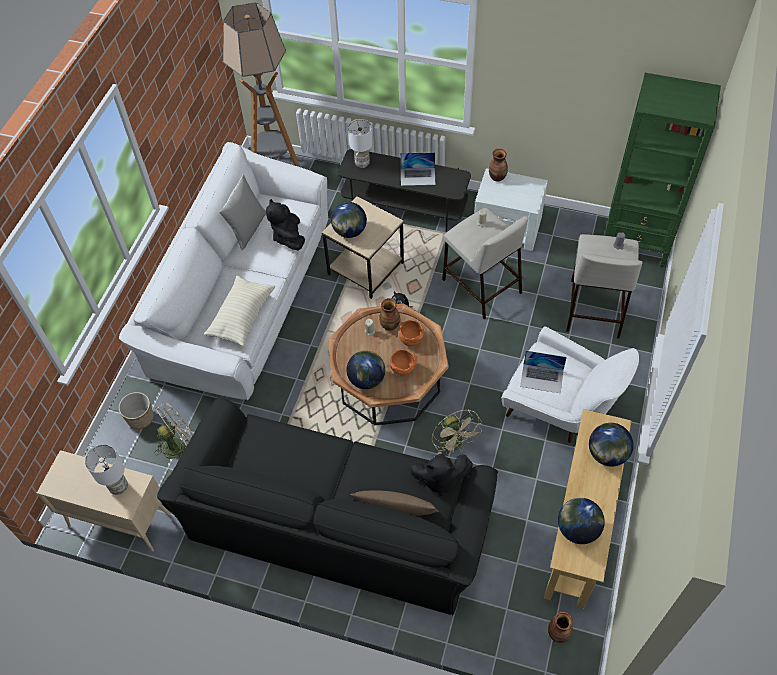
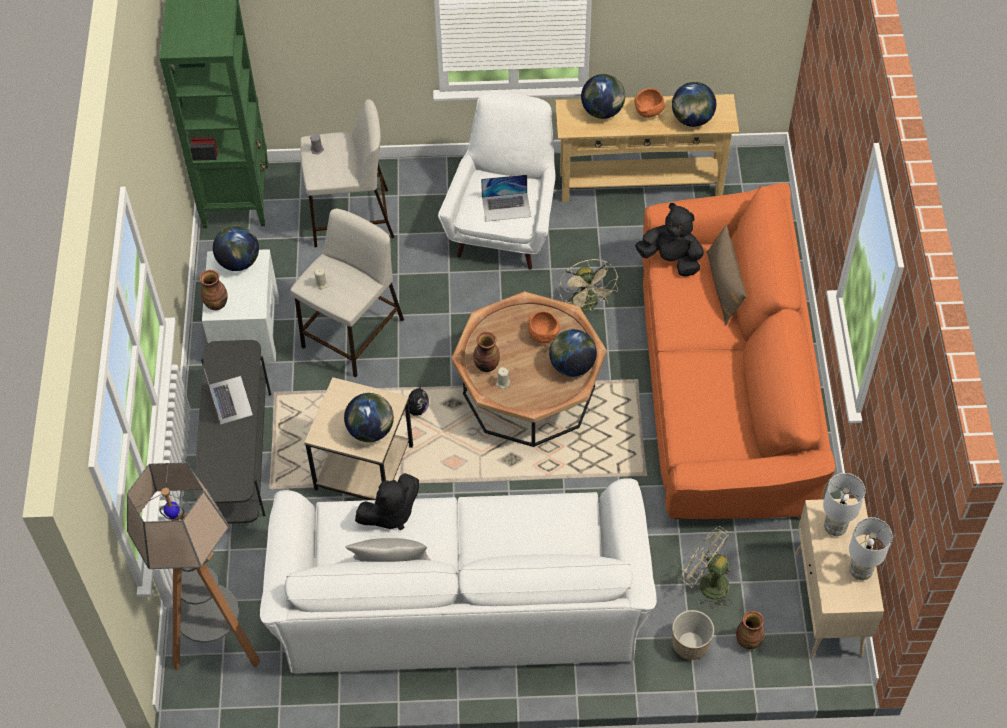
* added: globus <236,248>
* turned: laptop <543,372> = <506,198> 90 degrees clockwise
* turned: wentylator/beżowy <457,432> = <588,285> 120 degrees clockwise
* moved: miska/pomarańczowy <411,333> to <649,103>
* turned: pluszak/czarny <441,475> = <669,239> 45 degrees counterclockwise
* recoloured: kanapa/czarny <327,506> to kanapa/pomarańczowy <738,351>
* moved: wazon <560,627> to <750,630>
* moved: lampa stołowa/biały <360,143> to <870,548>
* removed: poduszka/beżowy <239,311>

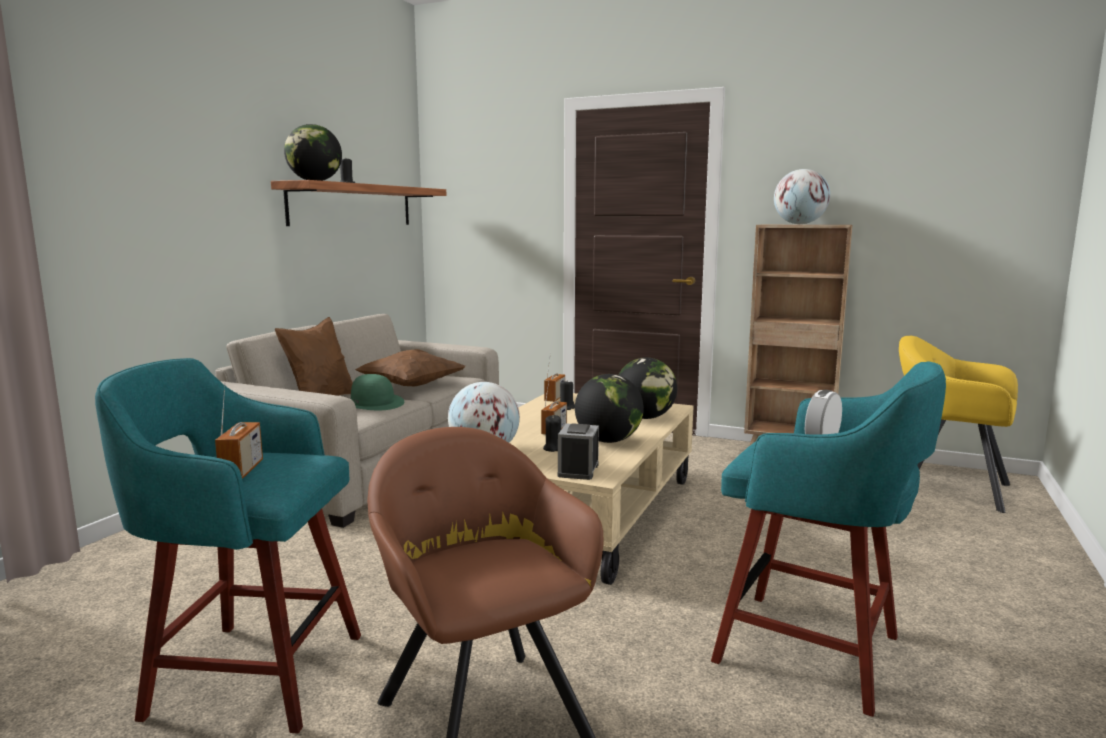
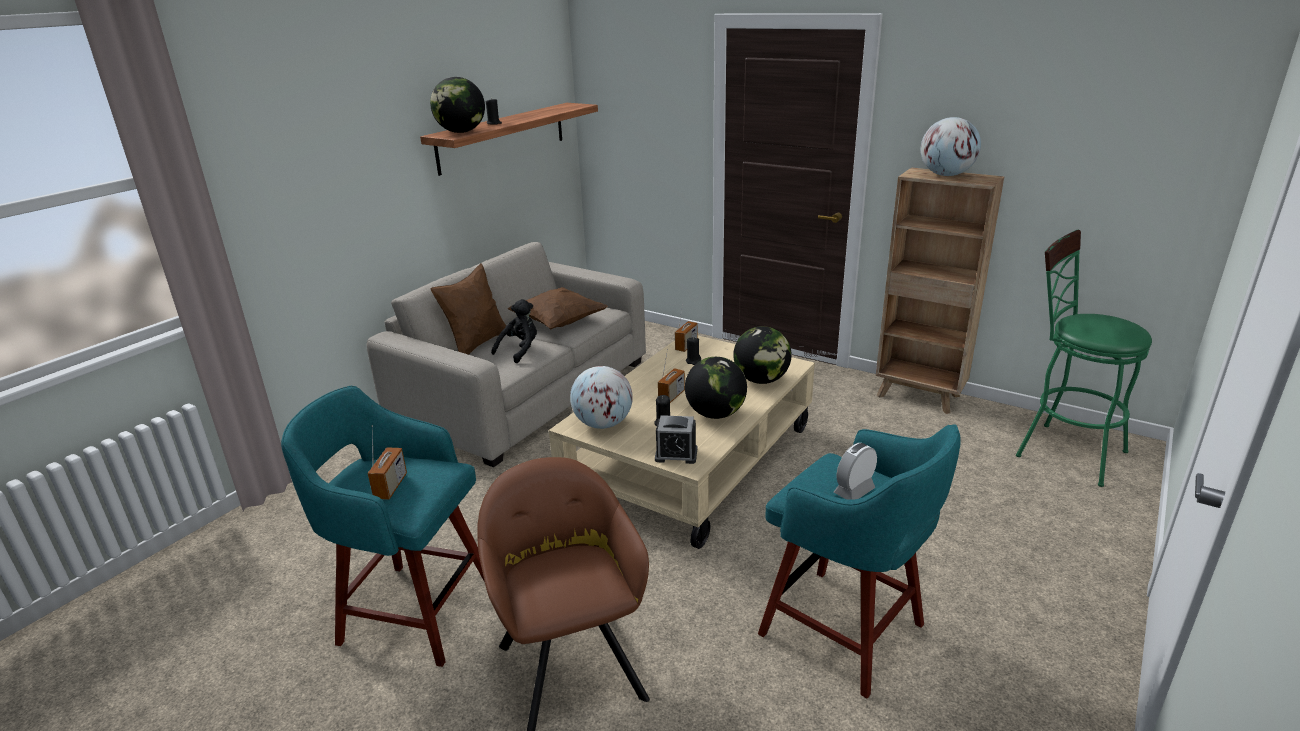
* replaced: kapelusz/zielony <377,392> to pluszak/czarny <514,331>
* turned: budzik <578,451> = <676,439> 105 degrees counterclockwise
* replaced: fotel/żółty <958,424> to stołek/zielony <1084,358>

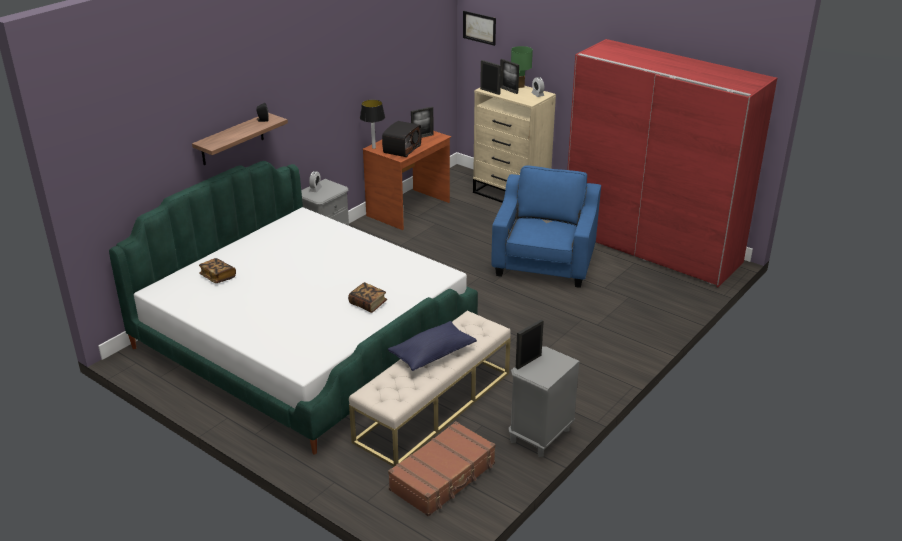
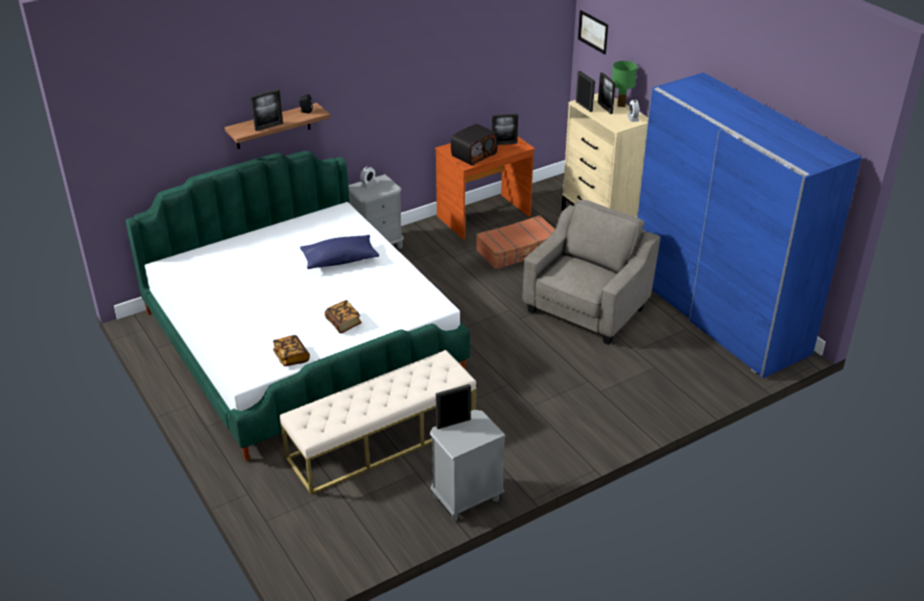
* added: ramka na zdjęcie <267,110>
* moved: książka <217,270> to <291,350>
* moved: poduszka/niebieski <432,346> to <339,252>
* moved: walizka/brązowy <441,469> to <515,242>
* recoloured: fotel/niebieski <546,227> to fotel/szary <592,272>
* recoloured: szafa/czerwony <672,163> to szafa/niebieski <749,225>
* removed: lampa stołowa <372,124>

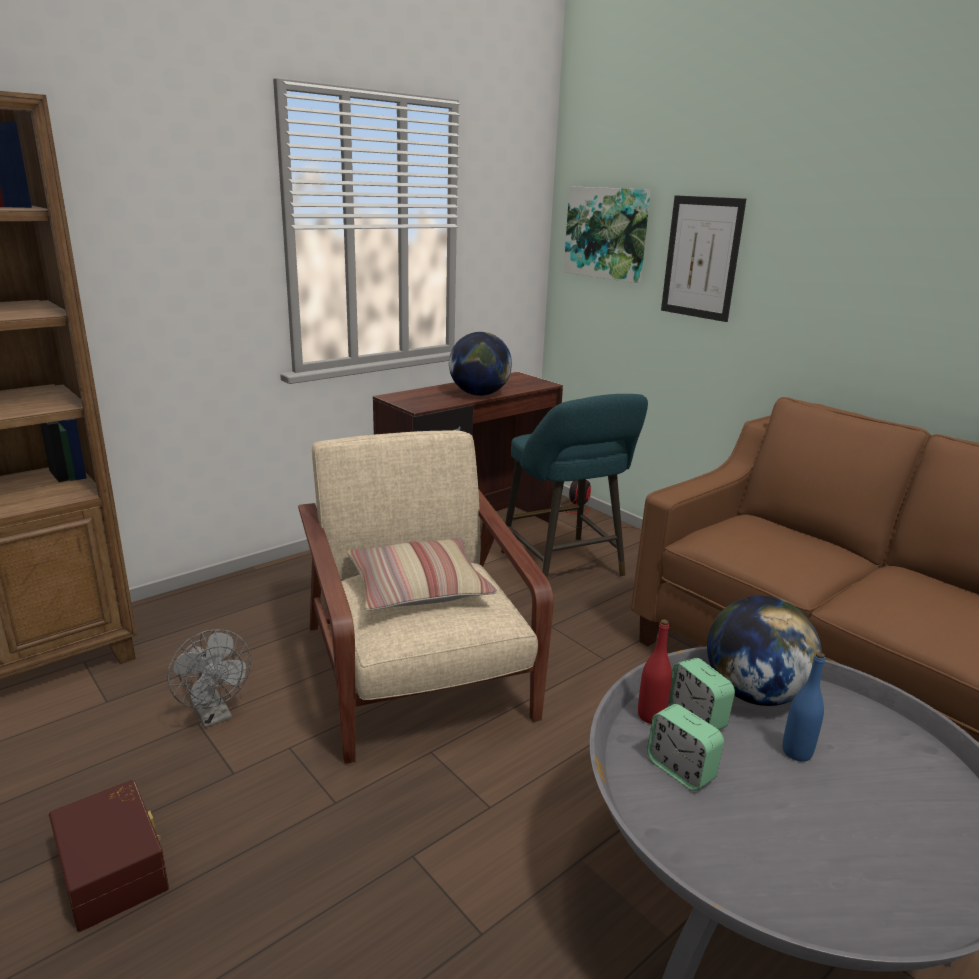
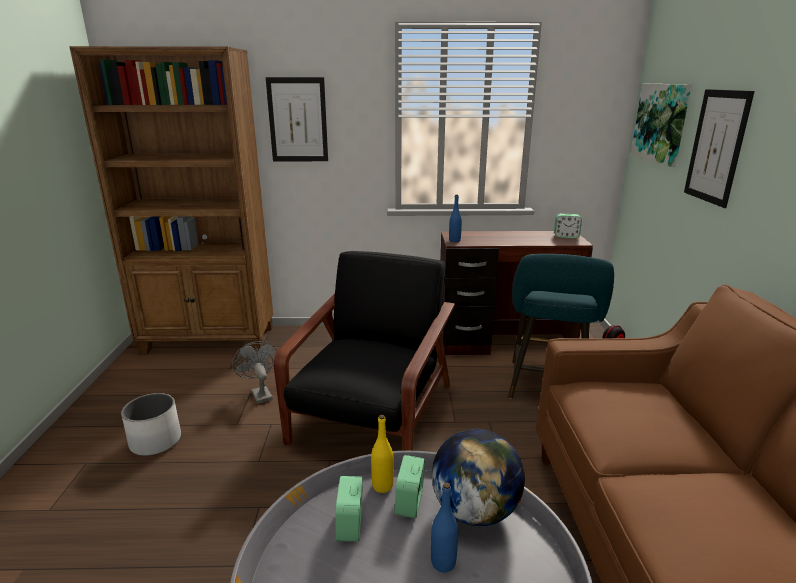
* replaced: pojemnik do przechowywania/brązowy <109,856> to donica/biały <151,424>
* turned: wentylator/szary <209,678> = <254,372> 150 degrees clockwise
* added: obraz <297,119>
* recoloured: fotel/beżowy <426,597> to fotel/czarny <364,351>
* recoloured: butelka/czerwony <655,671> to butelka/żółty <382,454>
* added: butelka/niebieski <455,218>
* added: budzik <568,226>
* removed: poduszka <422,574>
* removed: globus <480,364>

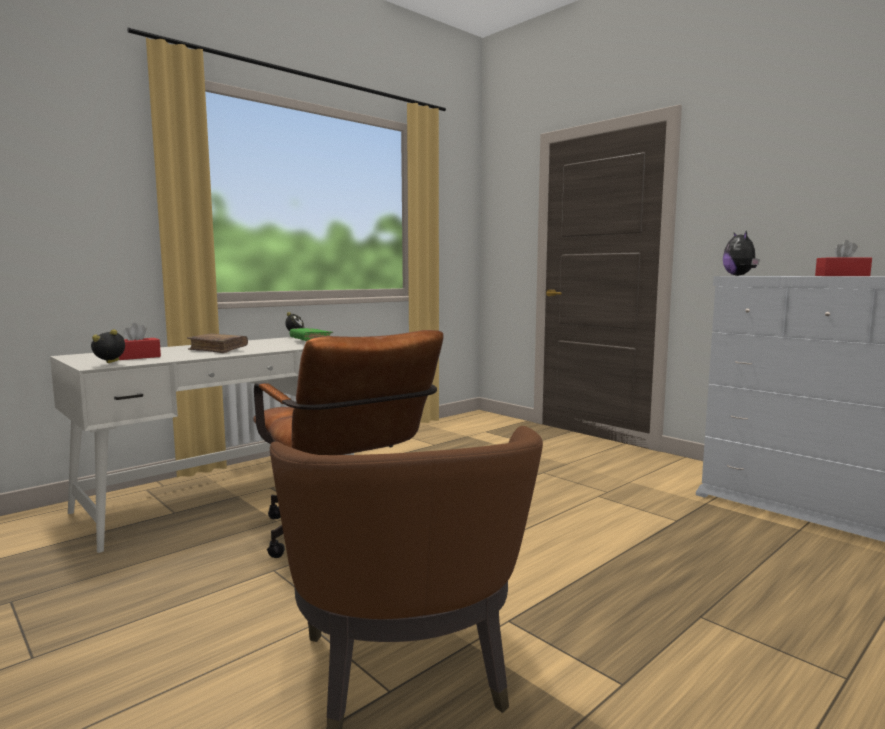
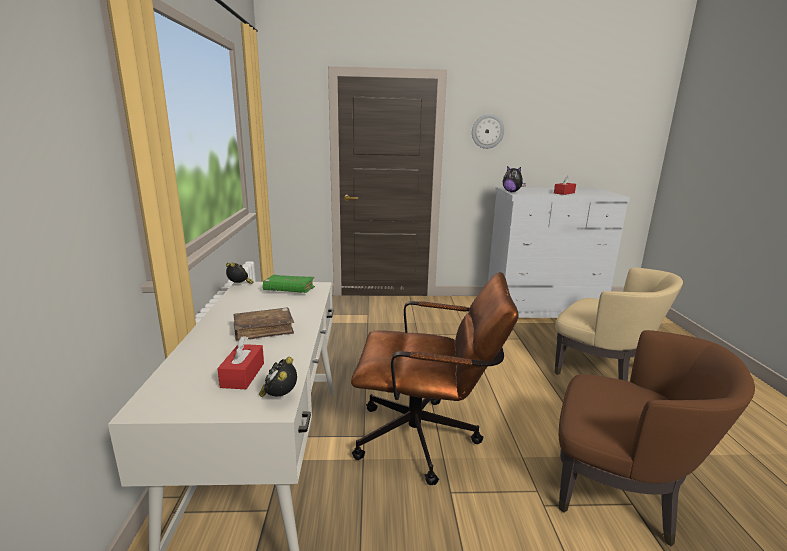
* added: zegar ścienny <488,131>
* added: fotel/beżowy <619,324>

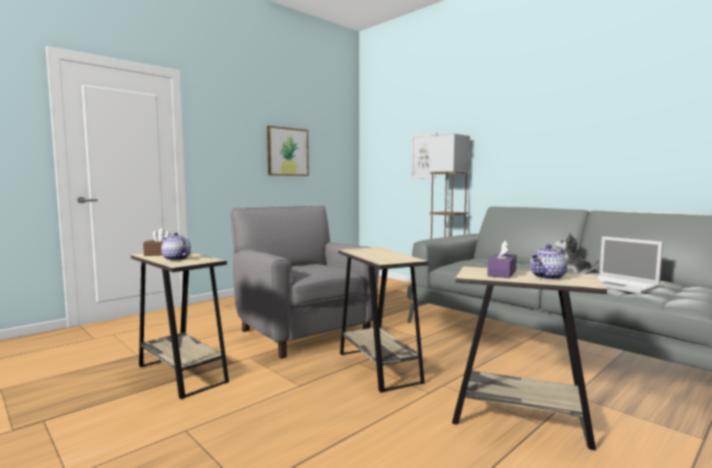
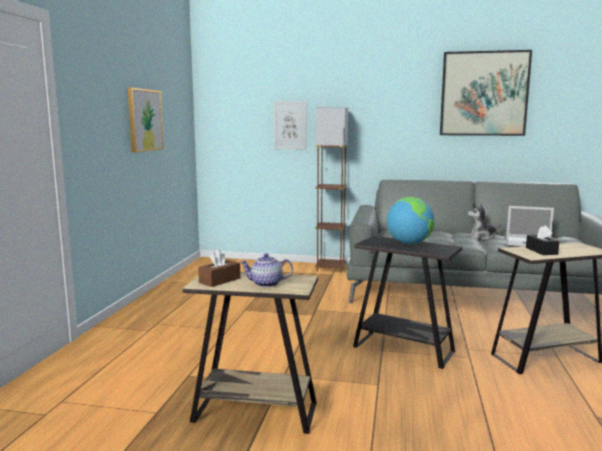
* recoloured: stolik/beżowy <383,320> to stolik/czarny <407,302>
* added: globus <411,221>
* added: obraz <486,93>
* recoloured: pudełko chusteczek/fioletowy <502,259> to pudełko chusteczek/czarny <542,240>
* removed: fotel/szary <304,282>
* removed: imbryk <548,262>

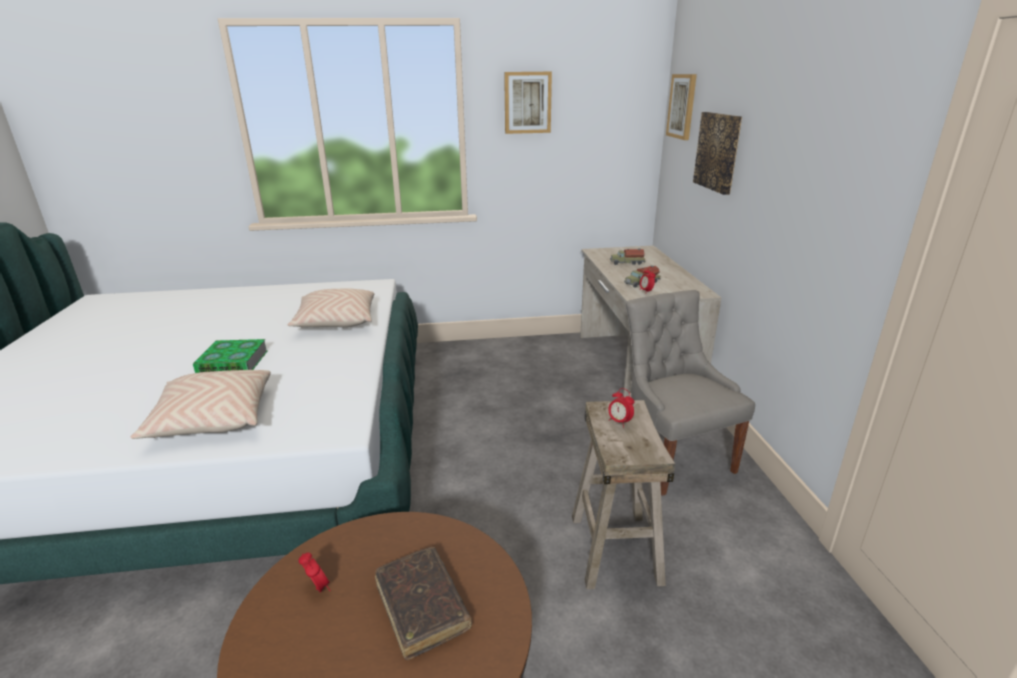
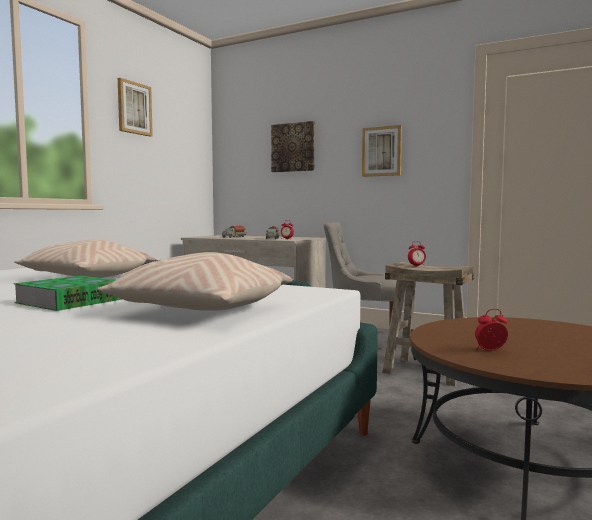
* moved: obraz <681,107> to <382,151>
* removed: książka/brązowy <423,603>

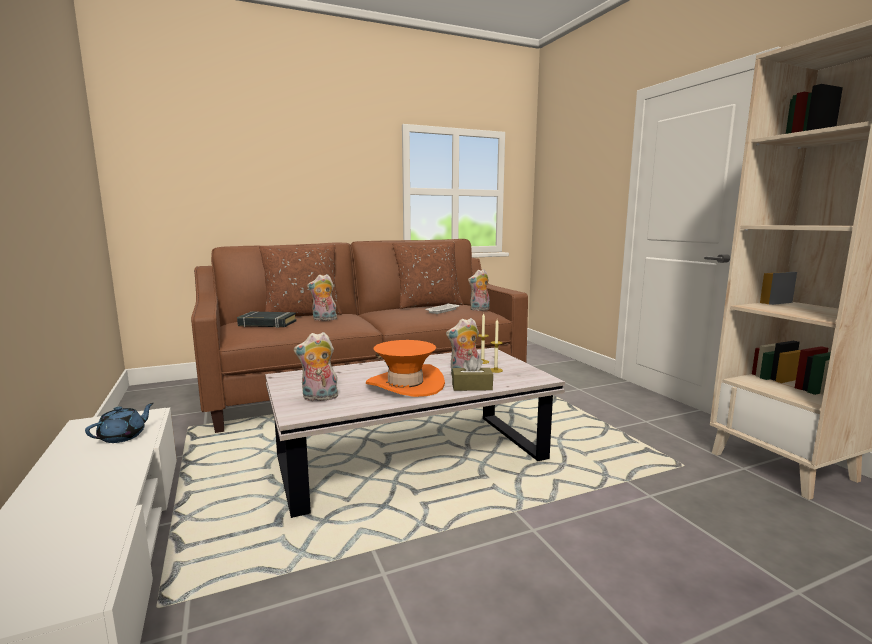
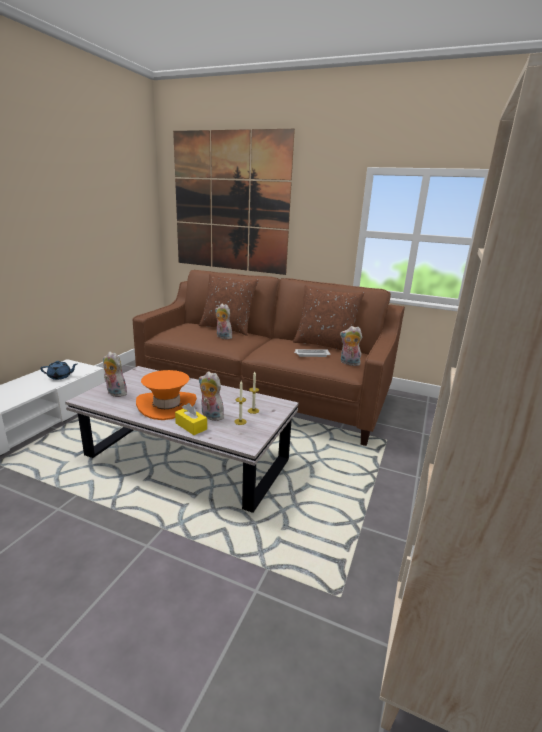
* added: obraz <234,202>
* recoloured: pudełko chusteczek/brązowy <472,373> to pudełko chusteczek/żółty <191,419>
* removed: książka/czarny <267,320>

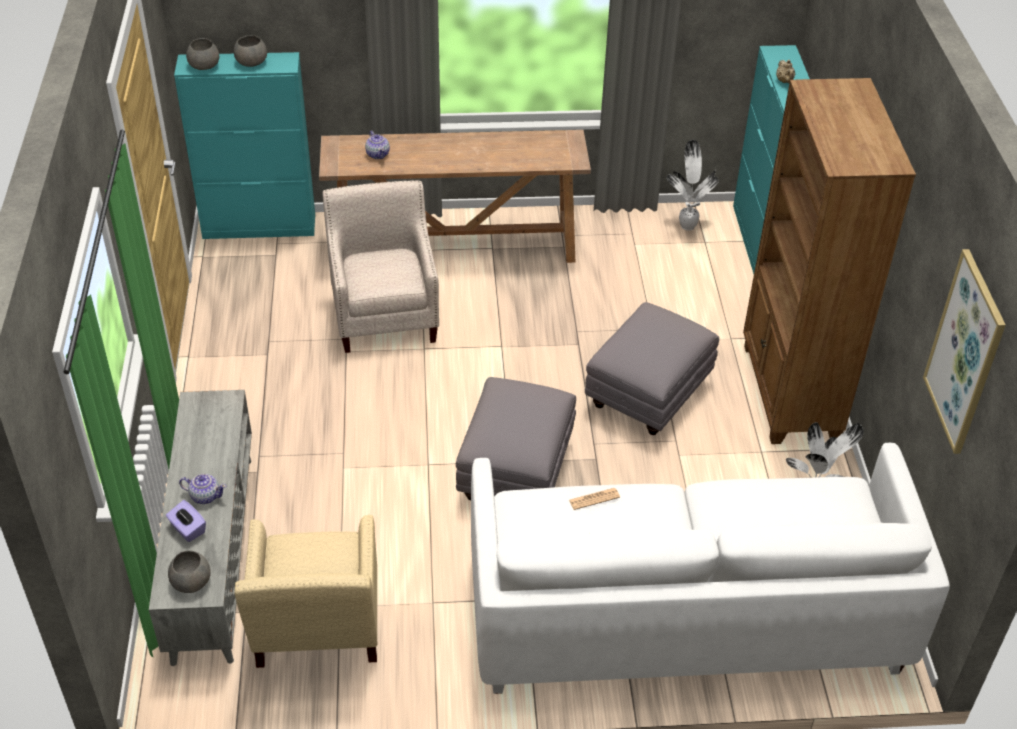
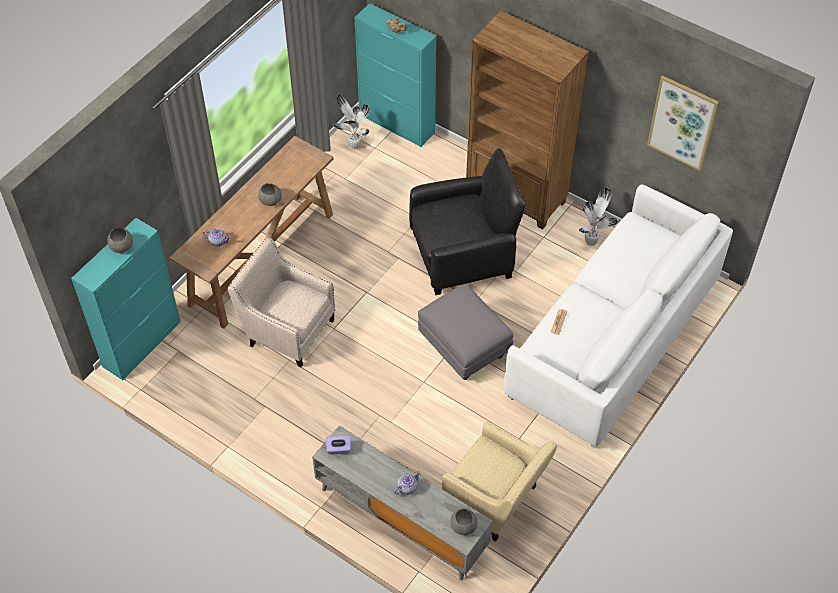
* moved: miska/szary <202,54> to <270,194>
* moved: pudełko chusteczek/fioletowy <186,521> to <338,444>
* replaced: pufa/szary <652,368> to fotel/czarny <467,221>

